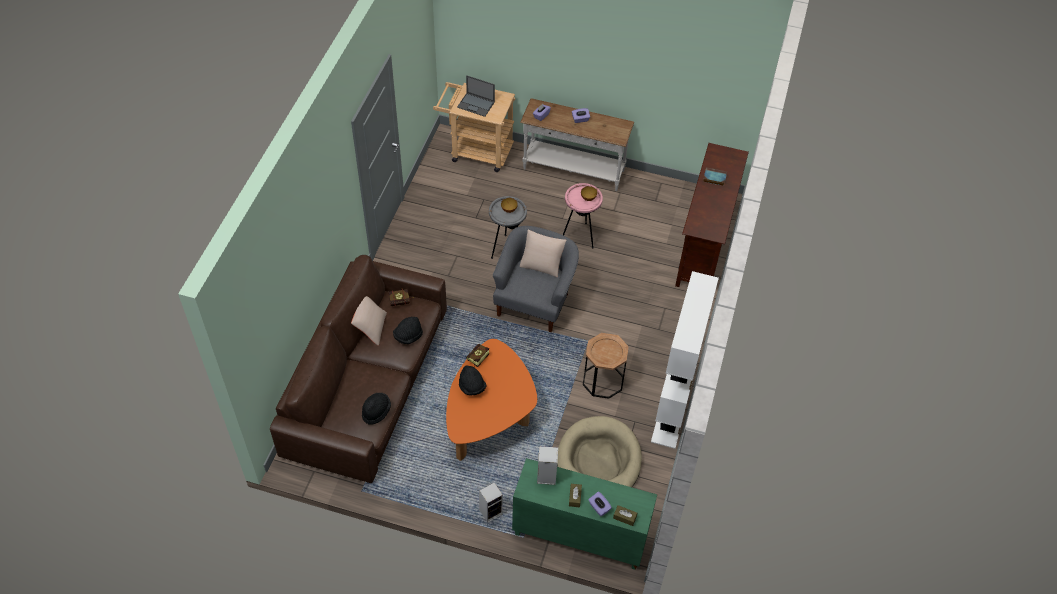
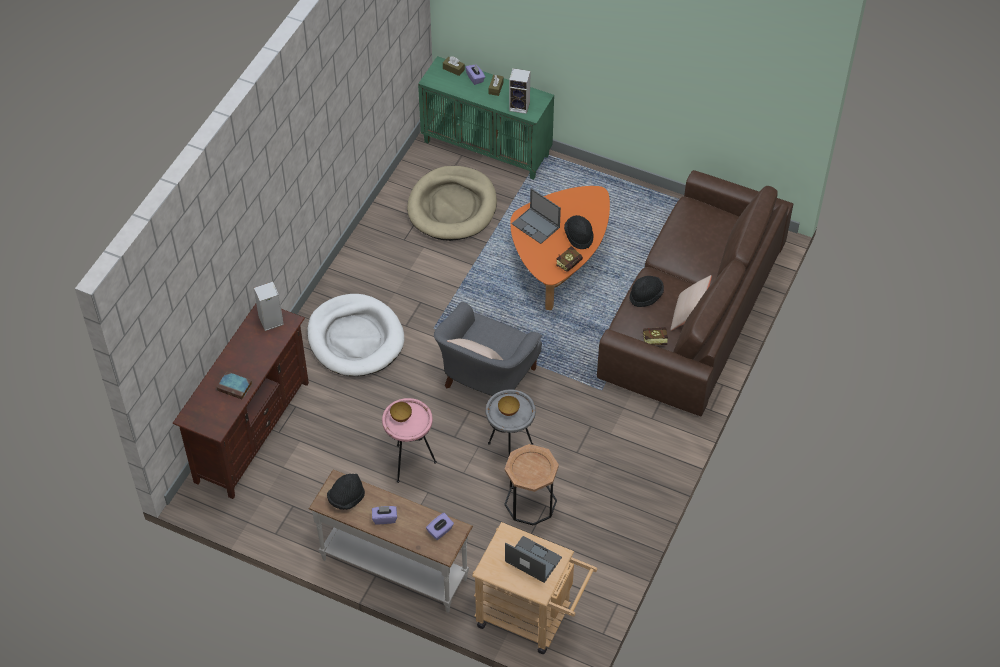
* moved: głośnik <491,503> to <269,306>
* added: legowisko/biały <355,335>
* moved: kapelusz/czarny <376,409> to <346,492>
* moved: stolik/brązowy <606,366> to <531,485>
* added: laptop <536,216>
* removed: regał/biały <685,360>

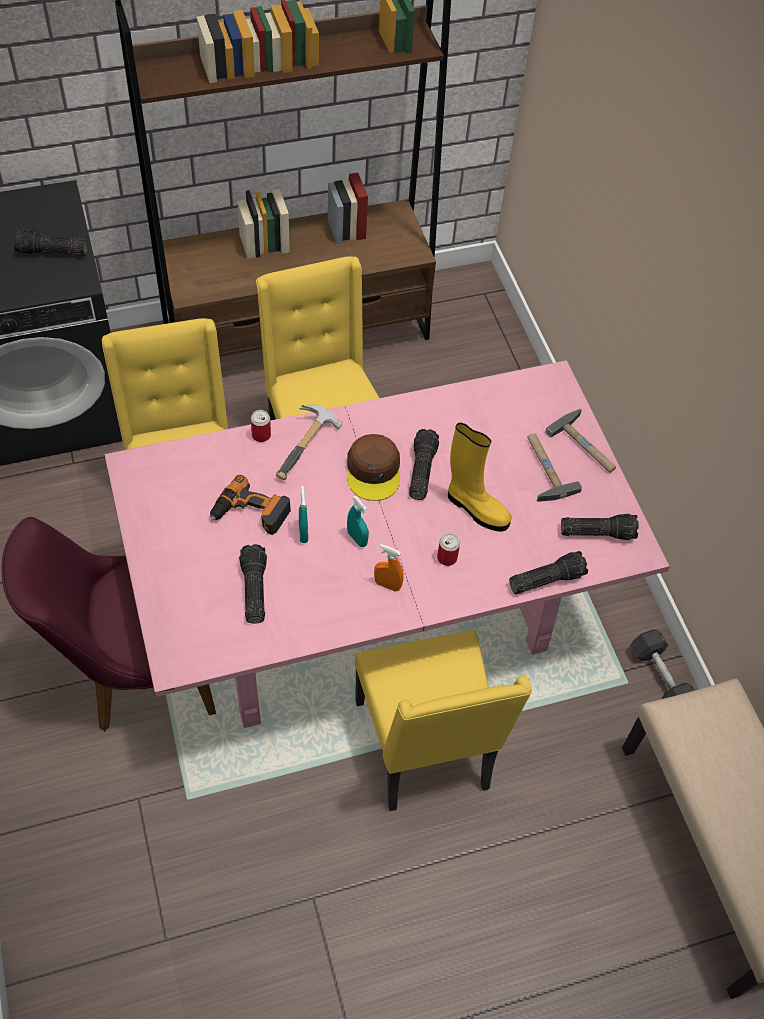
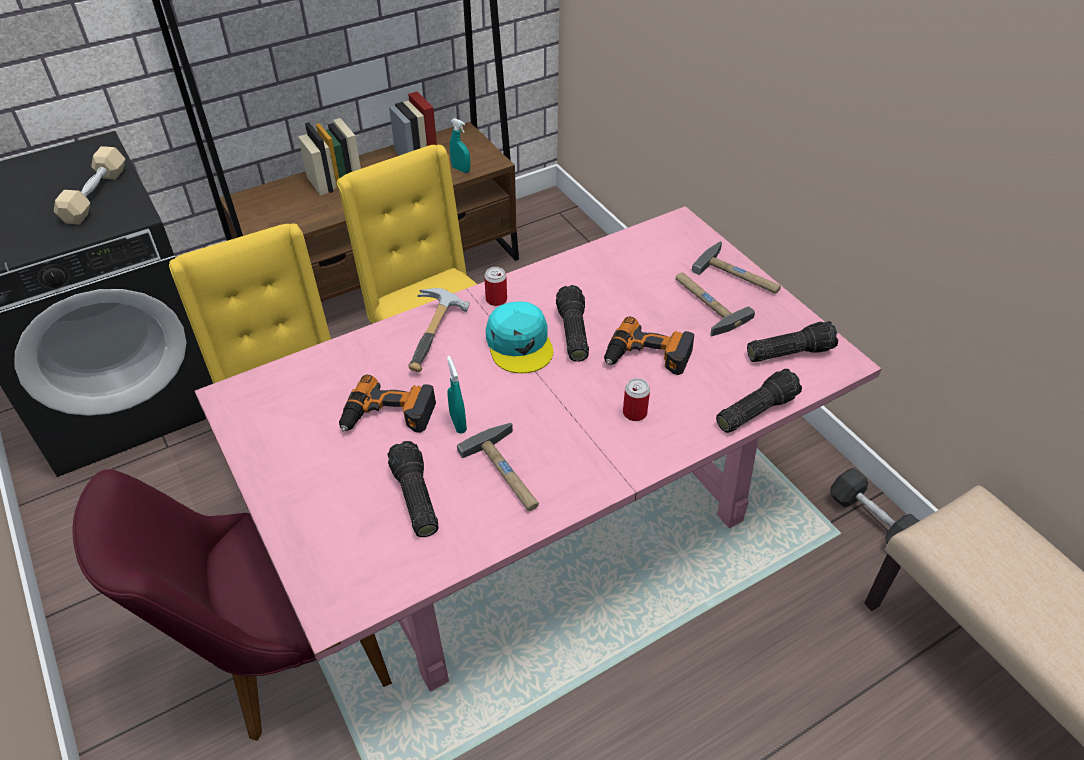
* replaced: latarka <50,242> to hantel/beżowy <89,185>
* moved: spryskiwacz/turkusowy <358,521> to <460,145>
* added: młotek <498,467>
* moved: puszka <261,426> to <495,286>
* recoloured: czapka z daszkiem/brązowy <373,467> to czapka z daszkiem/turkusowy <519,337>
* replaced: but z cholewką/żółty <480,477> to wiertarka <649,346>
* removed: krzesło/żółty <443,720>
* removed: spryskiwacz/pomarańczowy <389,568>

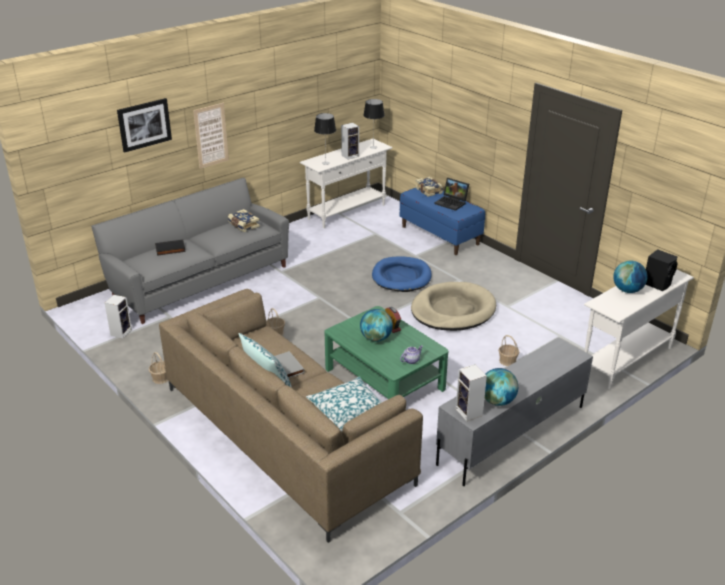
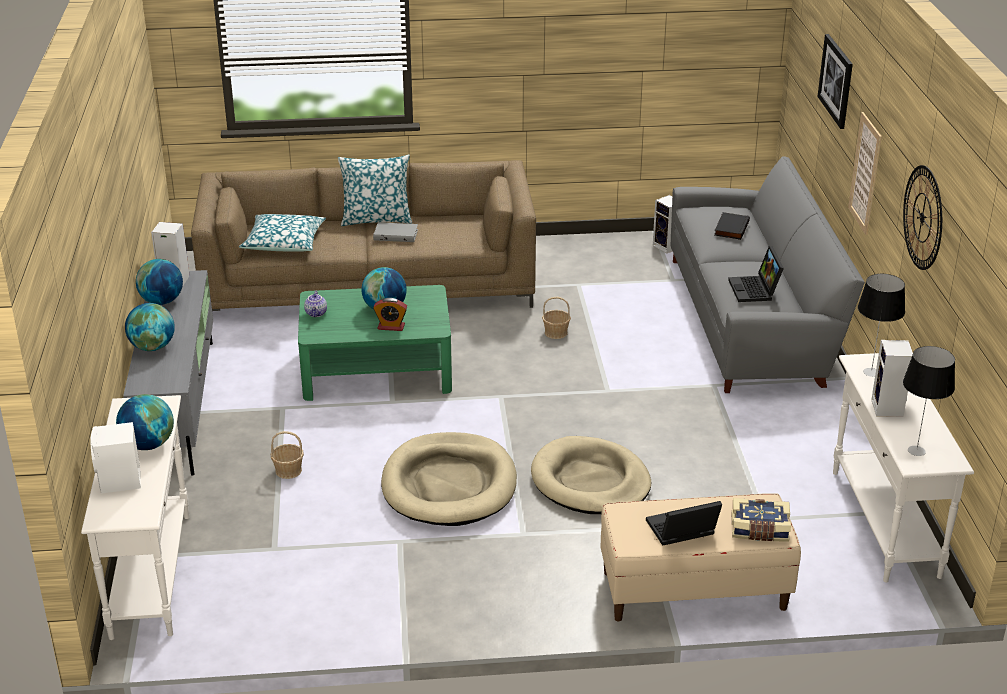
* recoloured: głośnik/czarny <661,270> to głośnik/biały <115,458>
* added: globus <150,327>
* recoloured: legowisko/niebieski <402,274> to legowisko/beżowy <591,475>
* recoloured: ławka/niebieski <442,221> to ławka/beżowy <700,557>
* replaced: książka <244,220> to laptop <756,274>
* added: zegar ścienny <922,217>
* removed: koszyk <158,368>

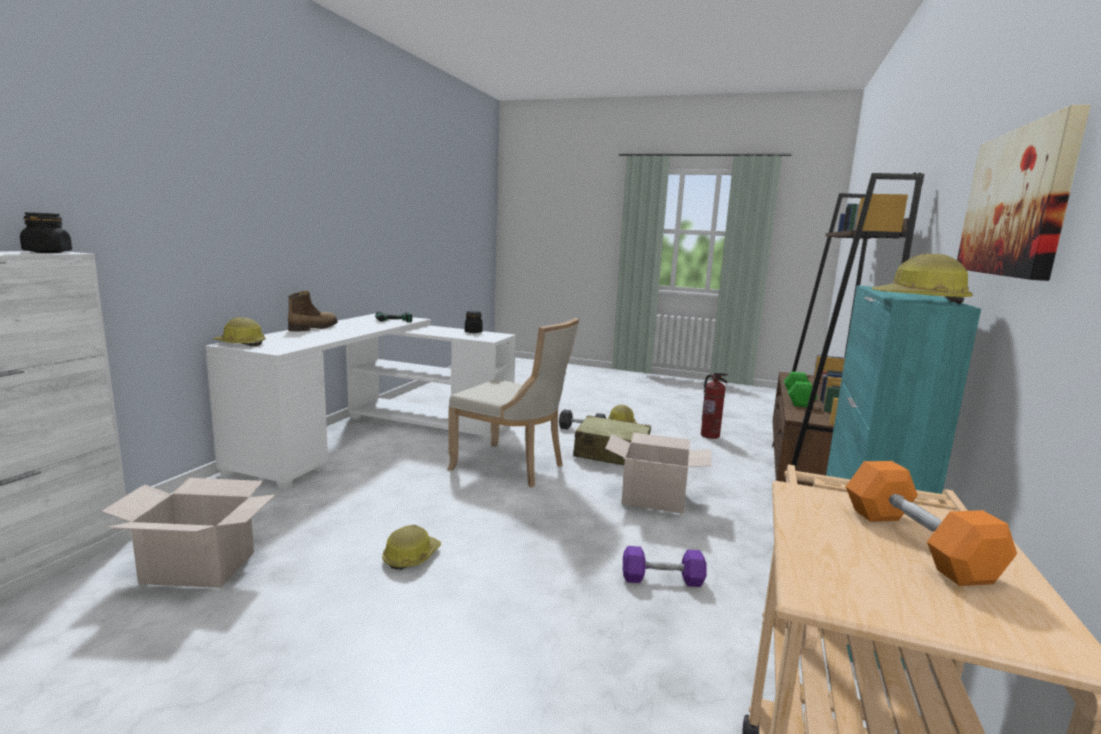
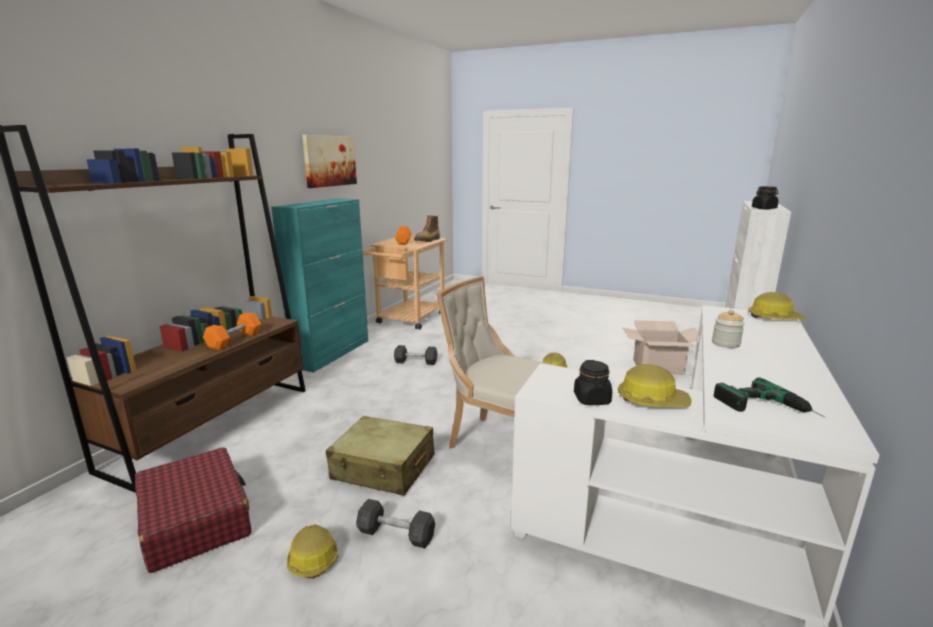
* replaced: gaśnica <714,406> to walizka/czerwony <193,510>
* recoloured: hantel/zielony <800,389> to hantel/pomarańczowy <232,331>
* recoloured: hantel/fioletowy <665,566> to hantel/szary <416,355>
* moved: but z cholewką <313,311> to <427,228>
* moved: kask <922,279> to <655,385>
* added: słoik <728,329>
* removed: karton <658,473>

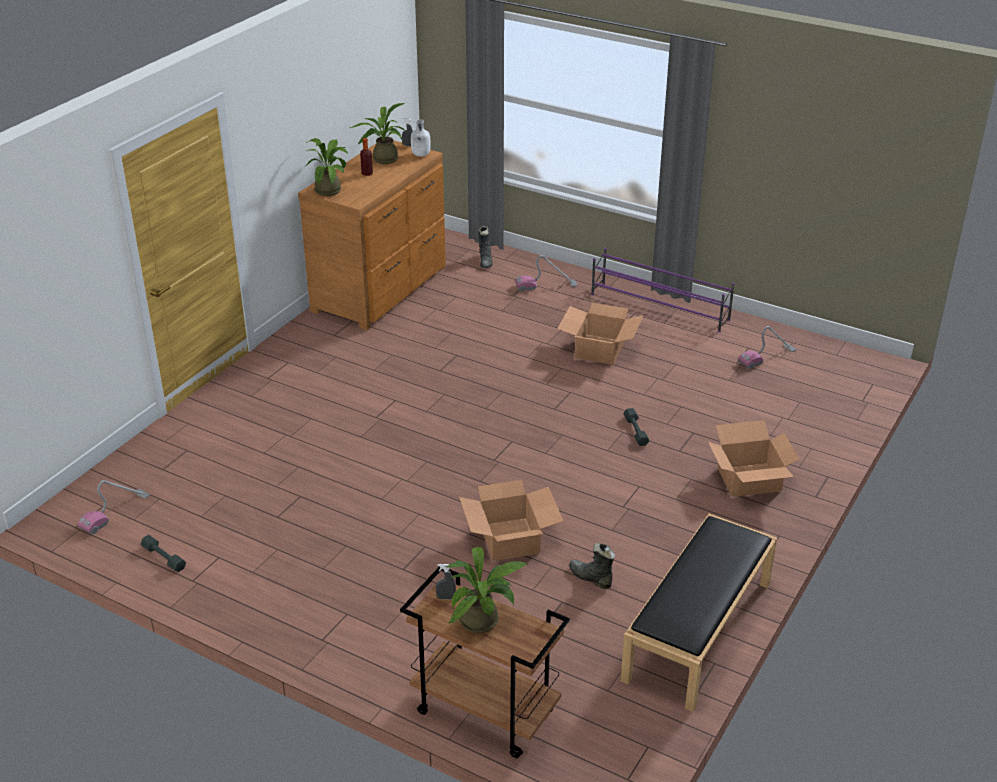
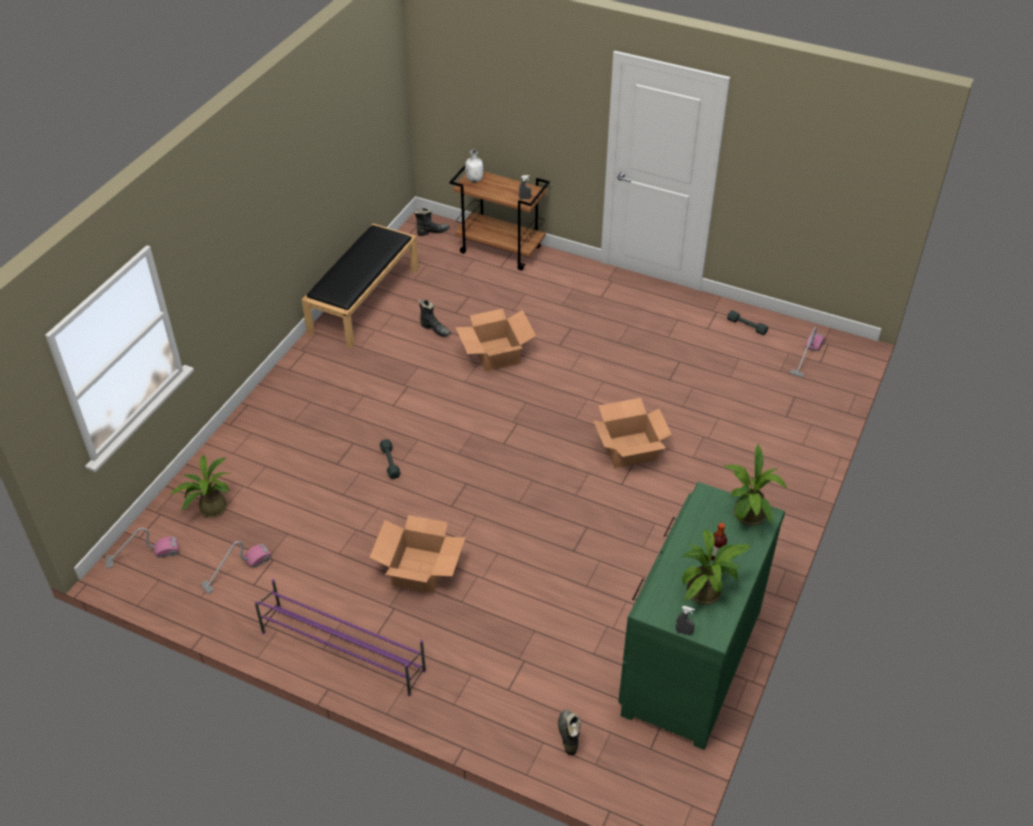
* moved: odkurzacz <546,273> to <142,548>
* moved: roślina doniczkowa <487,590> to <201,486>
* added: but z cholewką/czarny <431,222>
* moved: butelka/biały <421,138> to <474,166>
* moved: karton <753,458> to <632,433>
* recoloured: komoda/brązowy <372,235> to komoda/zielony <701,616>

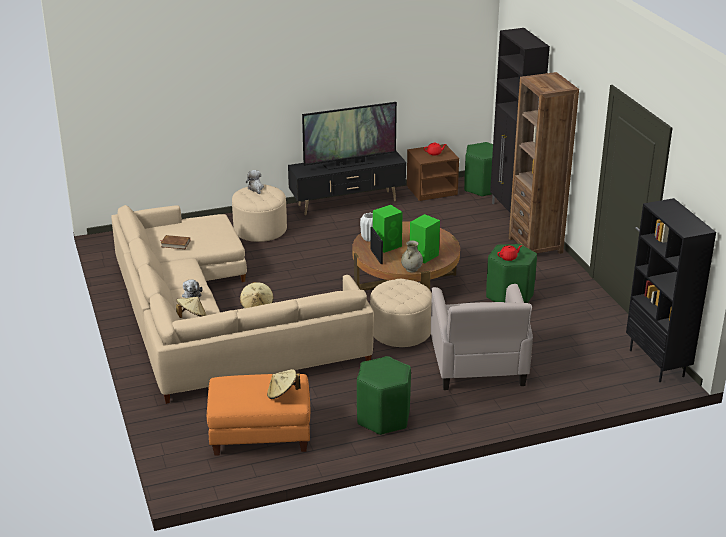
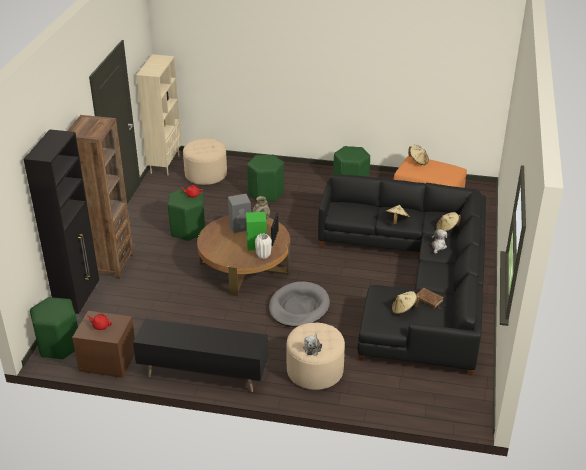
* recoloured: regał/czarny <671,290> to regał/beżowy <159,114>
* moved: pufa/beżowy <401,313> to <205,161>
* recoloured: głośnik/zielony <425,239> to głośnik/szary <239,213>
* replaced: fotel/beżowy <482,337> to stołek/zielony <265,178>
* added: legowisko/szary <299,304>
* recoloured: kanapa/beżowy <242,304> to kanapa/czarny <402,275>
* added: kapelusz/beżowy <405,303>
* removed: telewizor <349,136>

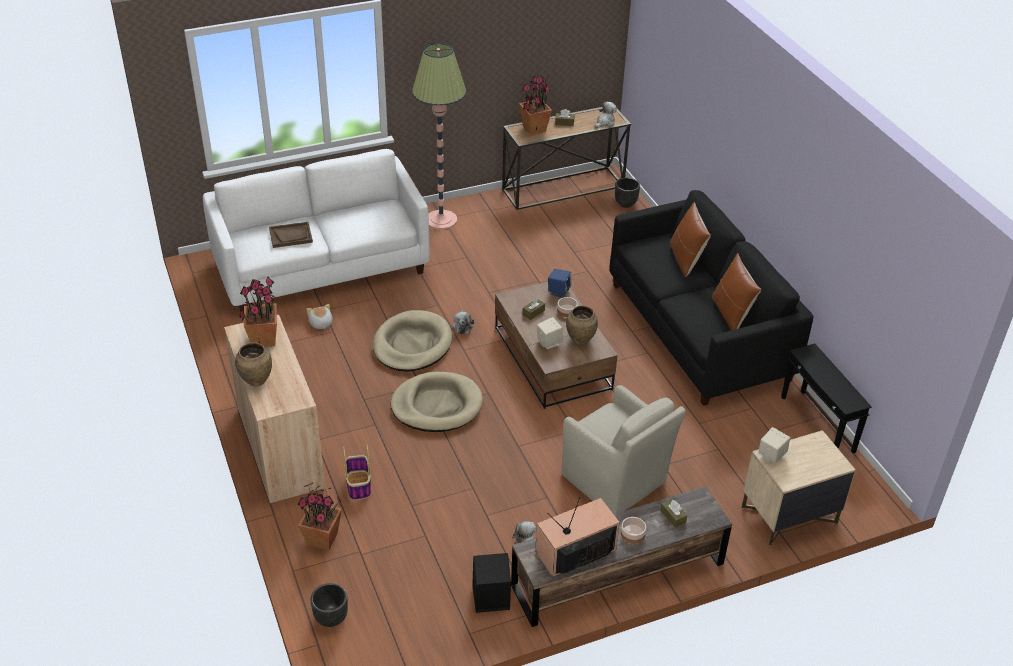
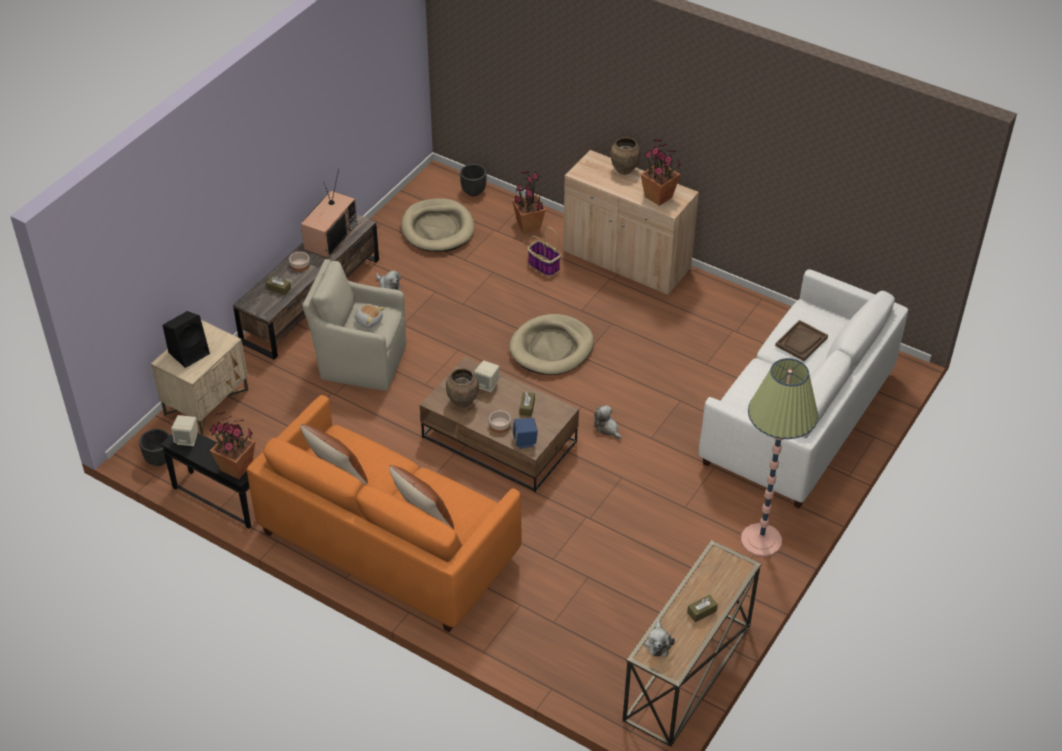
* moved: donica/czarny <627,192> to <154,447>
* moved: głośnik/czarny <491,583> to <186,339>
* moved: głośnik/beżowy <774,445> to <184,430>
* moved: roślina doniczkowa <535,104> to <232,445>
* recoloured: kanapa/czarny <711,298> to kanapa/pomarańczowy <384,513>
* moved: pluszak <319,316> to <370,316>
* moved: legowisko/beżowy <412,341> to <438,225>

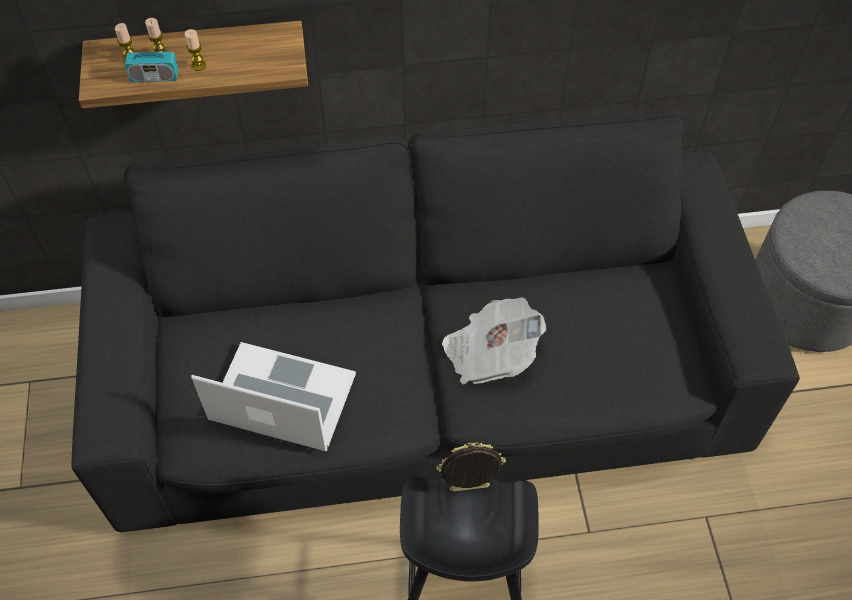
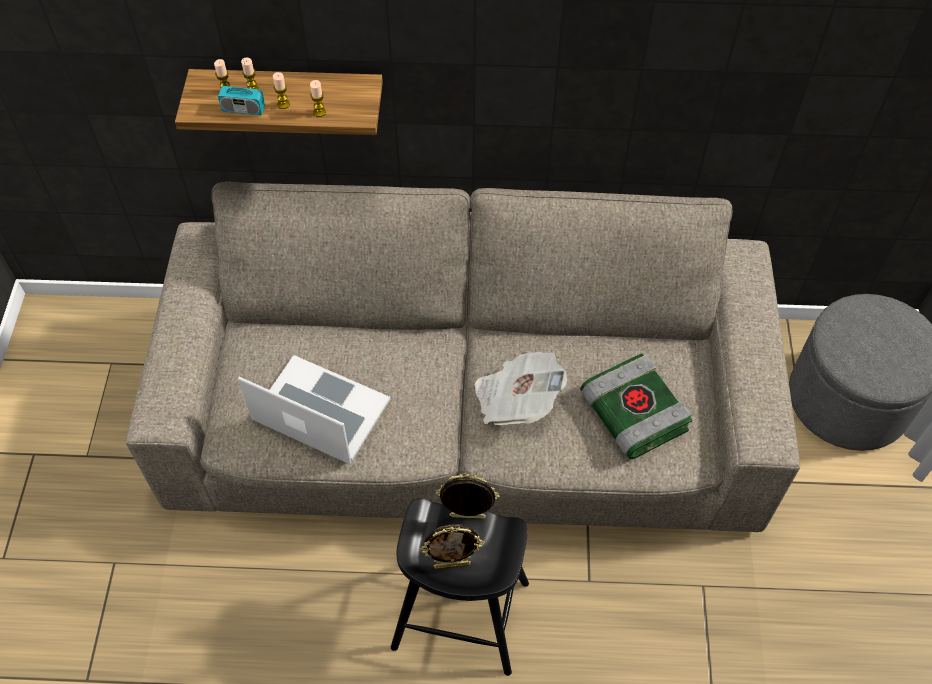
* recoloured: kanapa/czarny <435,321> to kanapa/beżowy <463,357>
* added: świeca <318,98>
* added: ramka na zdjęcie <452,546>
* added: książka <636,406>

